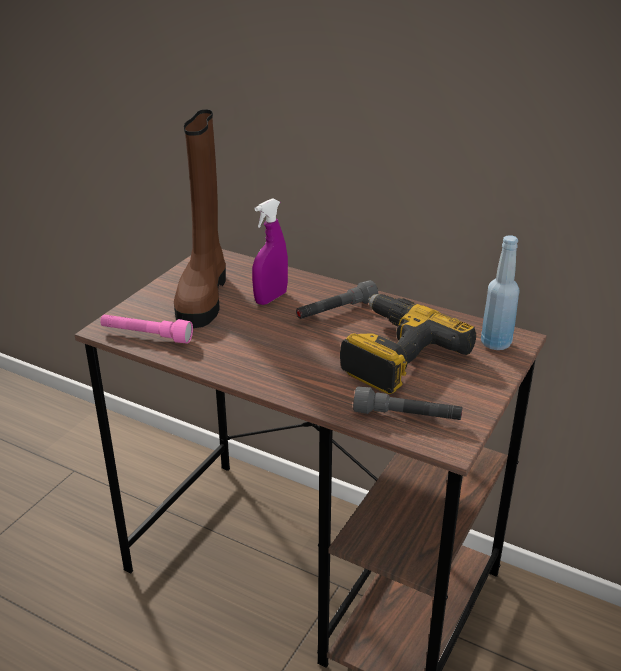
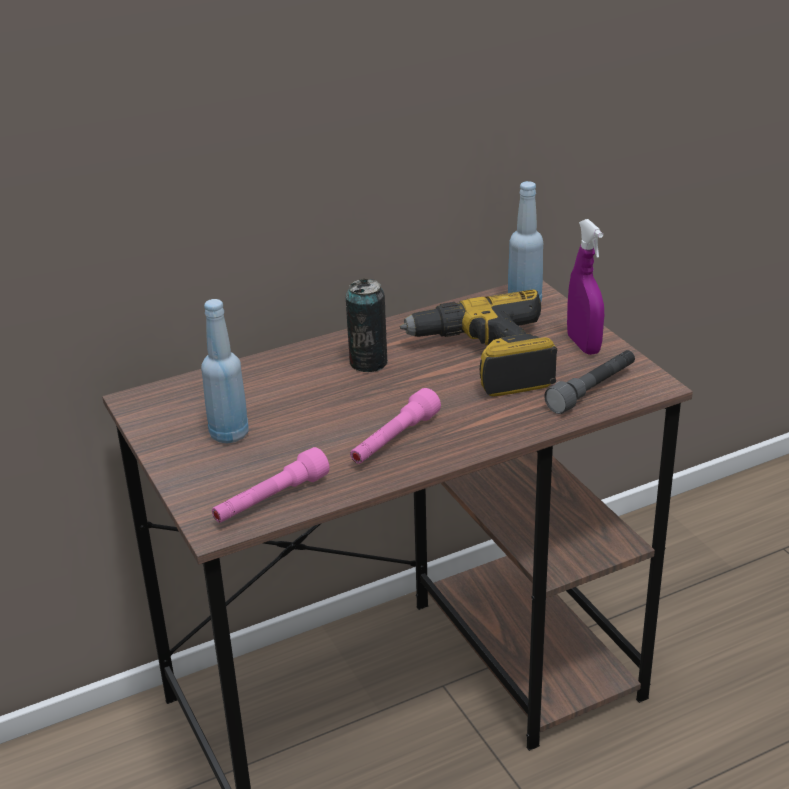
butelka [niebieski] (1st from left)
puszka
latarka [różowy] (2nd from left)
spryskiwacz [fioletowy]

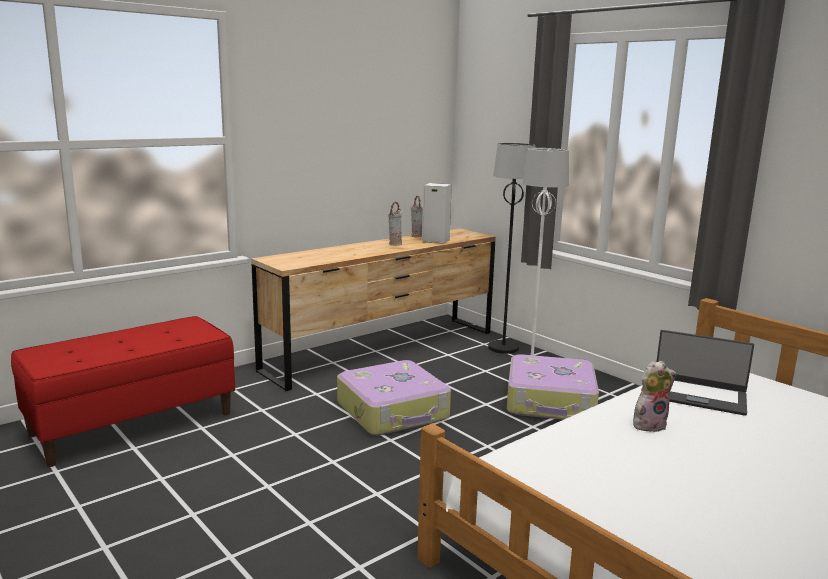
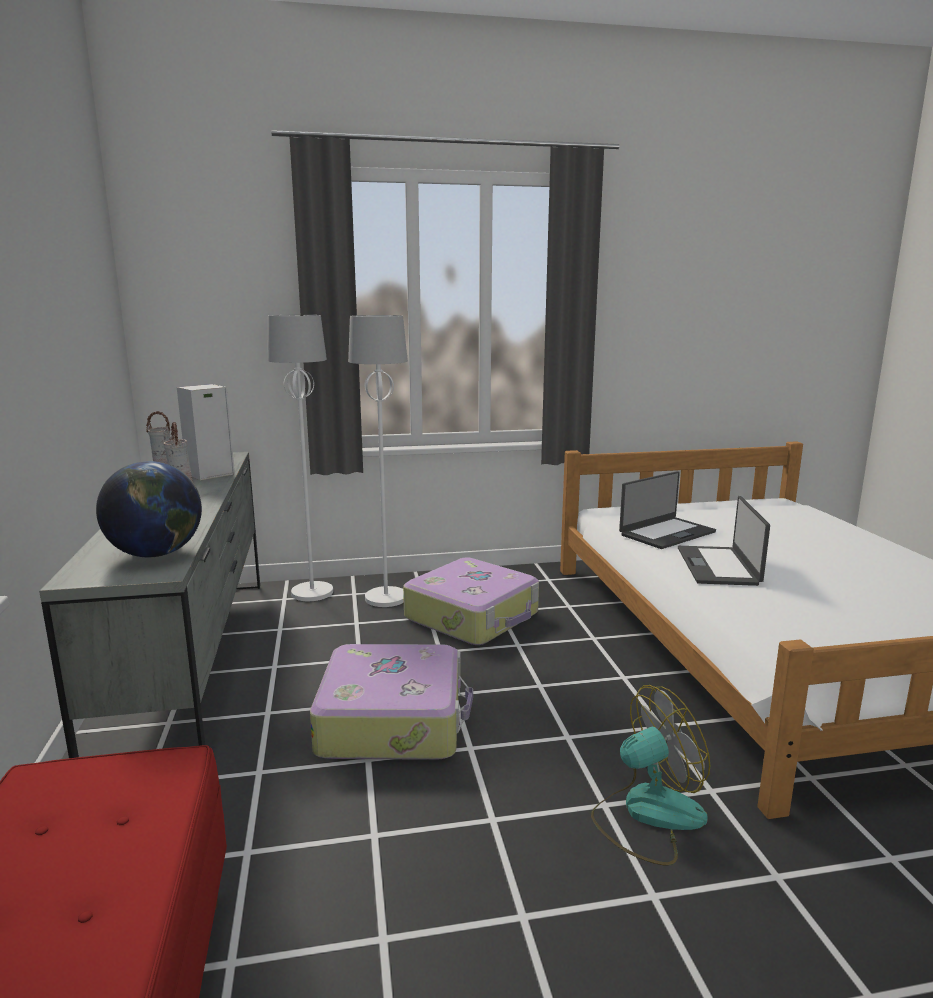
komoda [szary]
globus
lampa stojąca [biały] (1st from left)
wentylator
laptop (2nd from left)

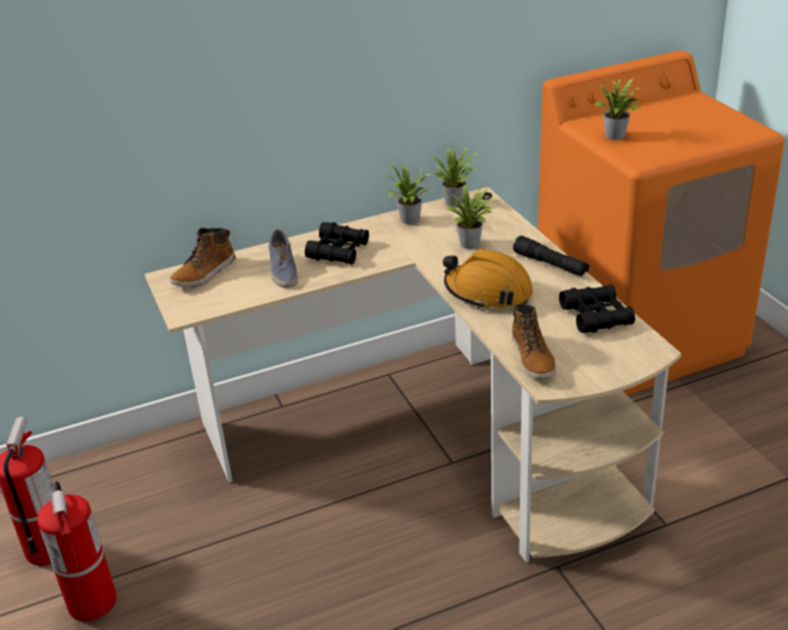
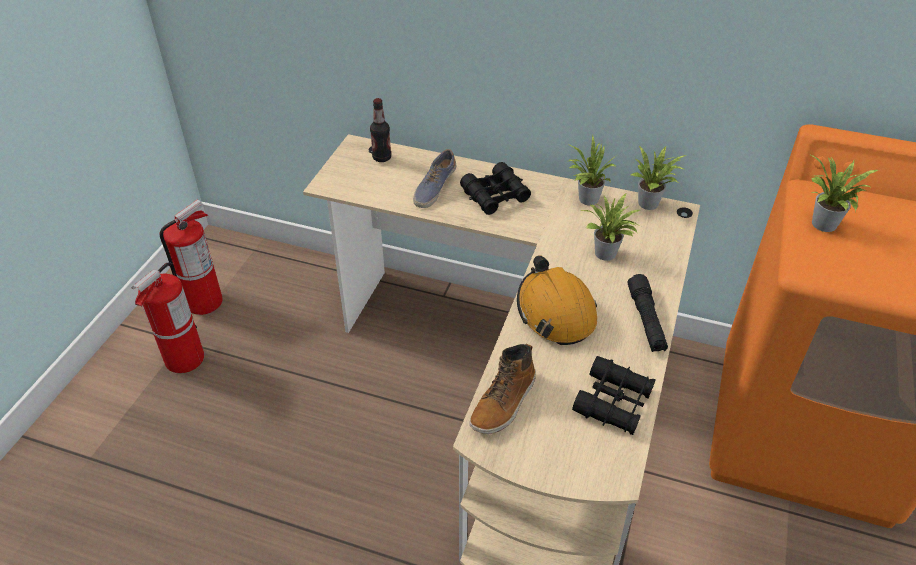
butelka

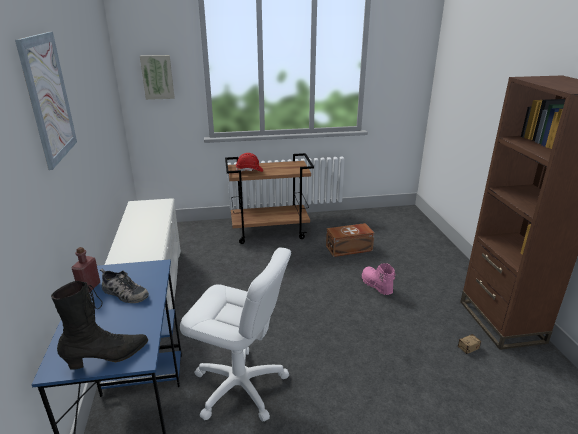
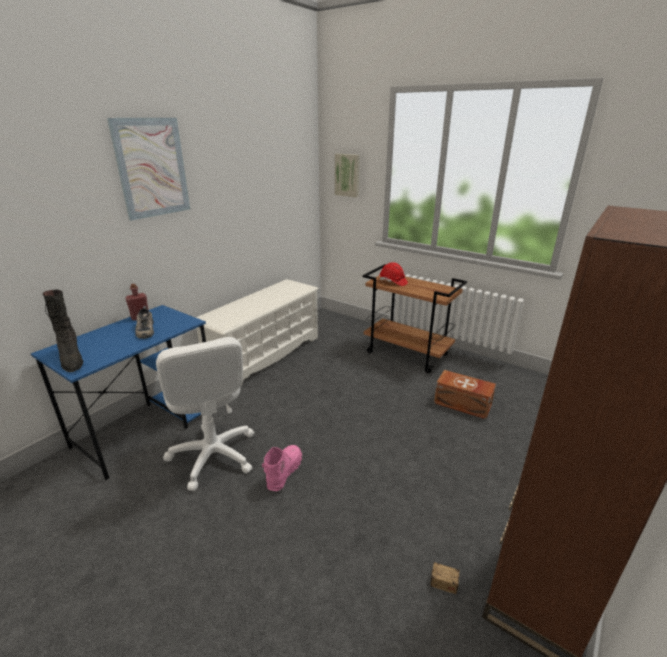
but z cholewką [czarny]
but z cholewką [różowy]

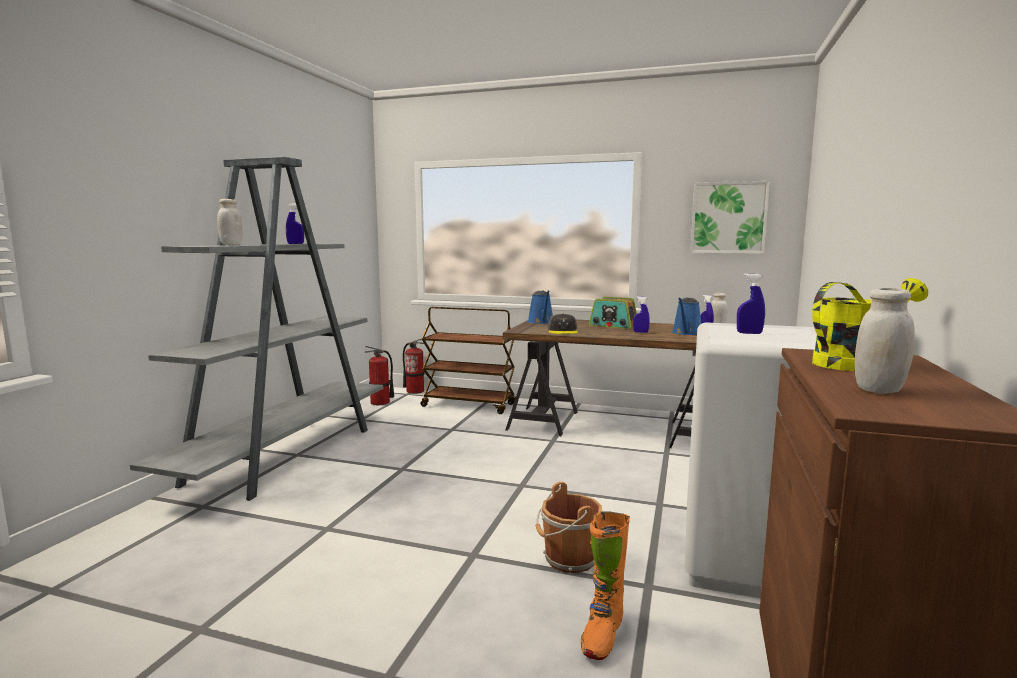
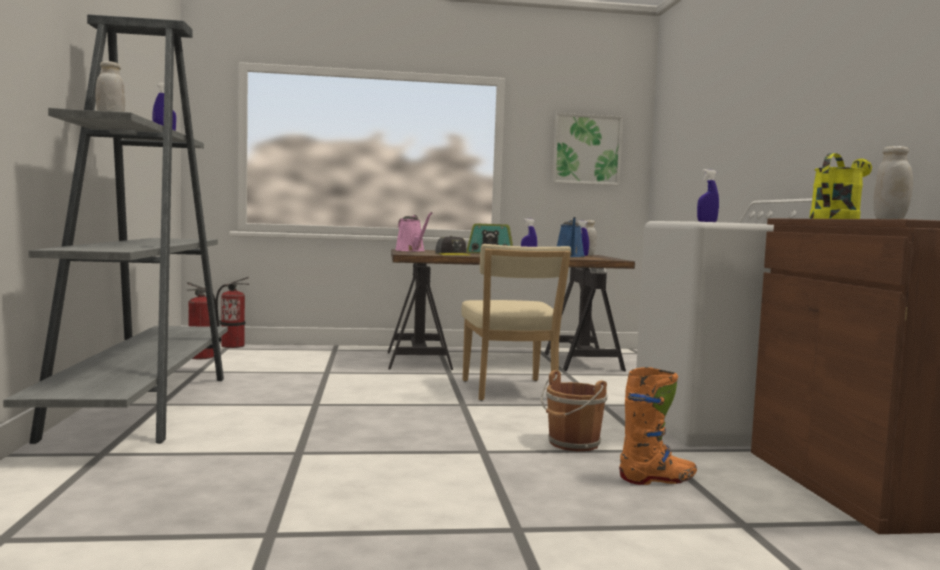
konewka [różowy]
krzesło [beżowy]
but z cholewką [pomarańczowy]
wózek [brązowy]

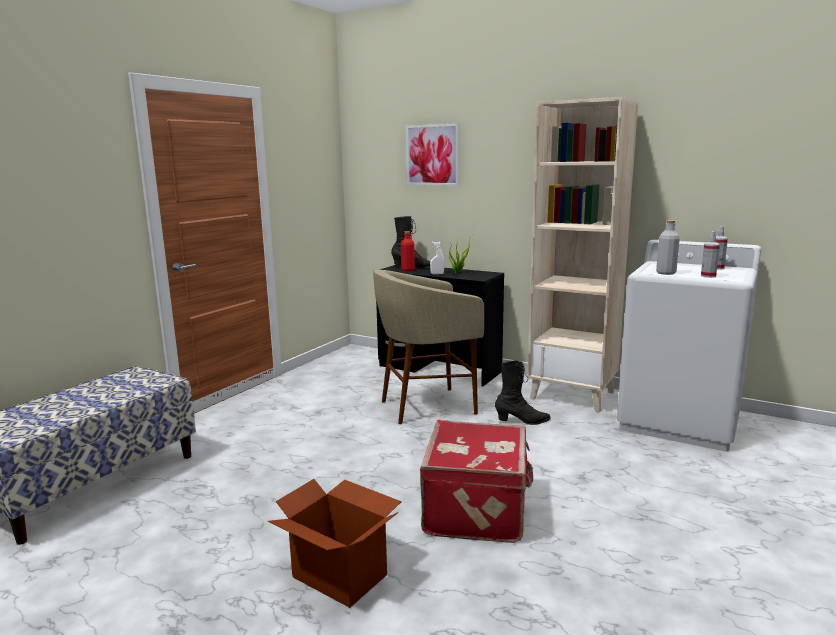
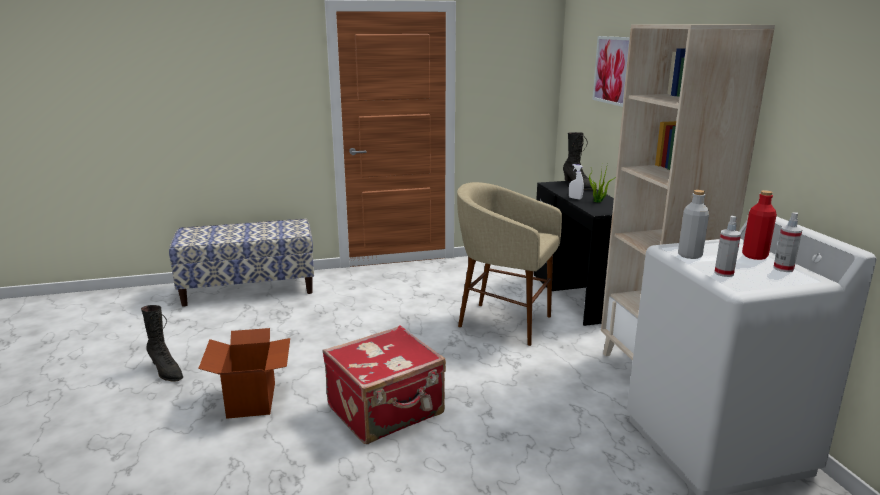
but z cholewką [czarny] (1st from left)
butelka [czerwony]

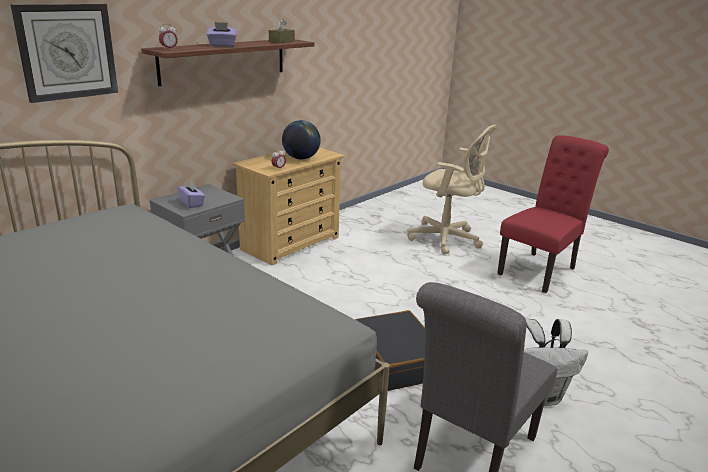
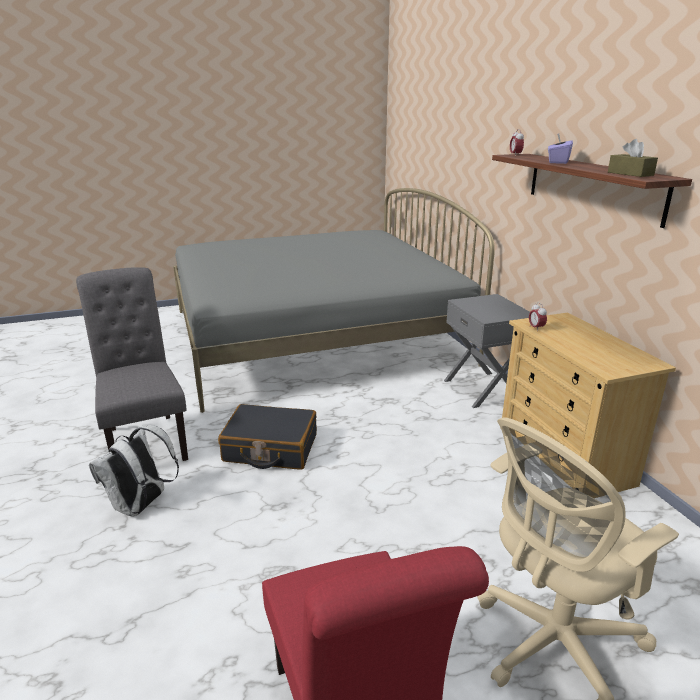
zegar ścienny
pudełko chusteczek [fioletowy] (1st from left in the first image)
globus

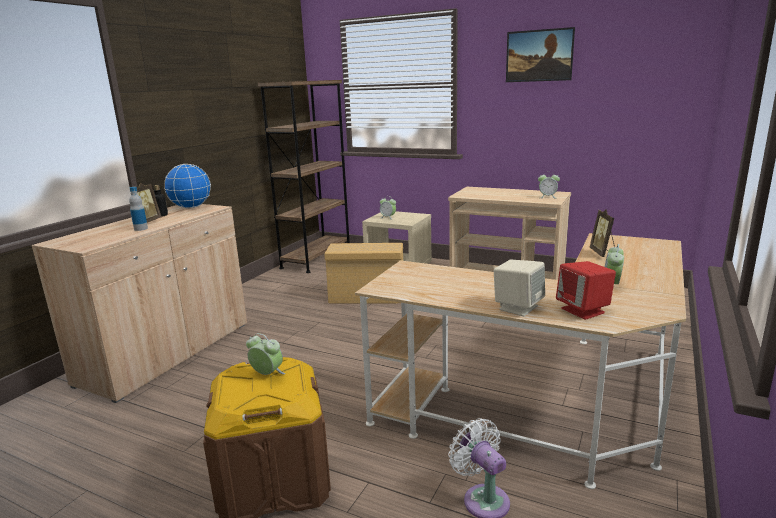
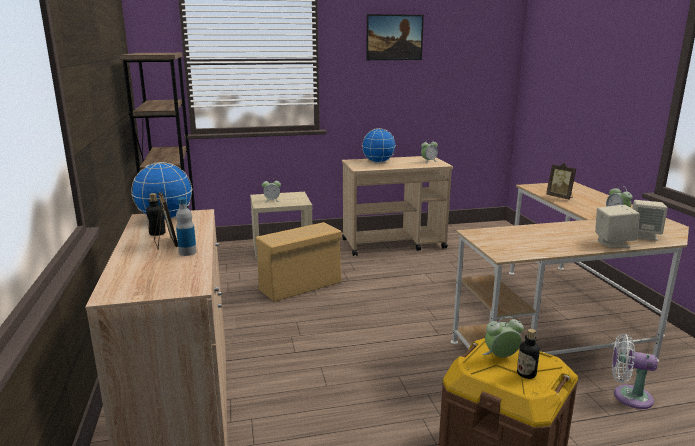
globus (2nd from left)
butelka (3rd from left)
głośnik [beżowy] (2nd from left)

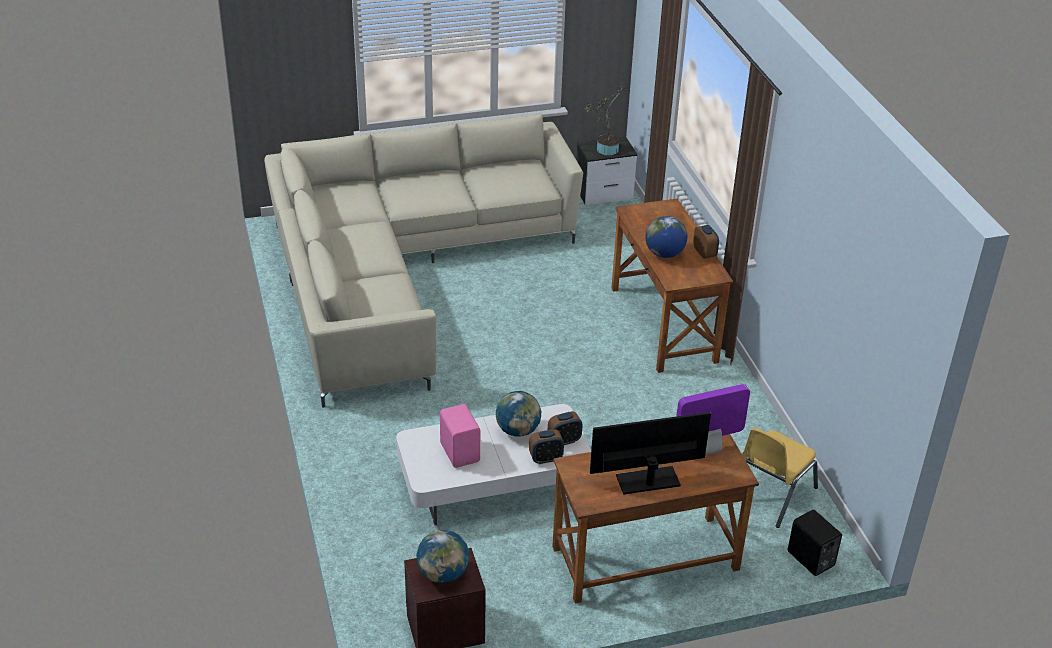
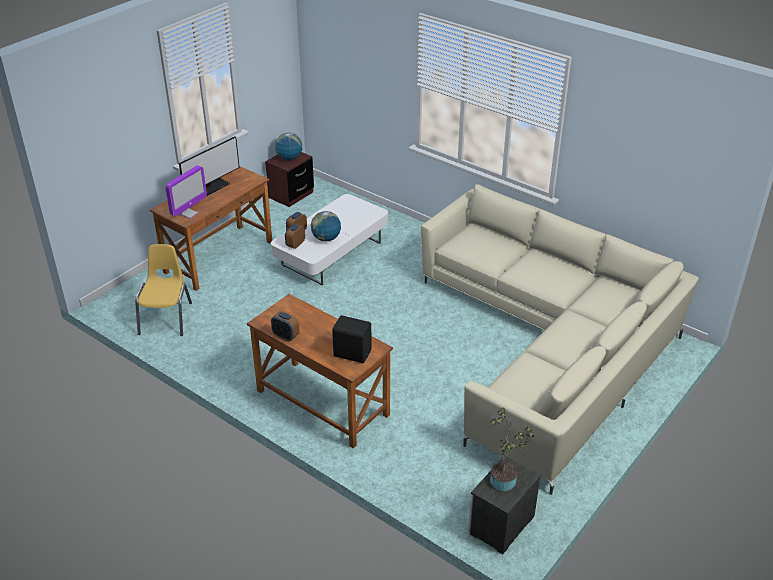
głośnik [czarny]
głośnik [różowy]
globus (3rd from left in the first image)

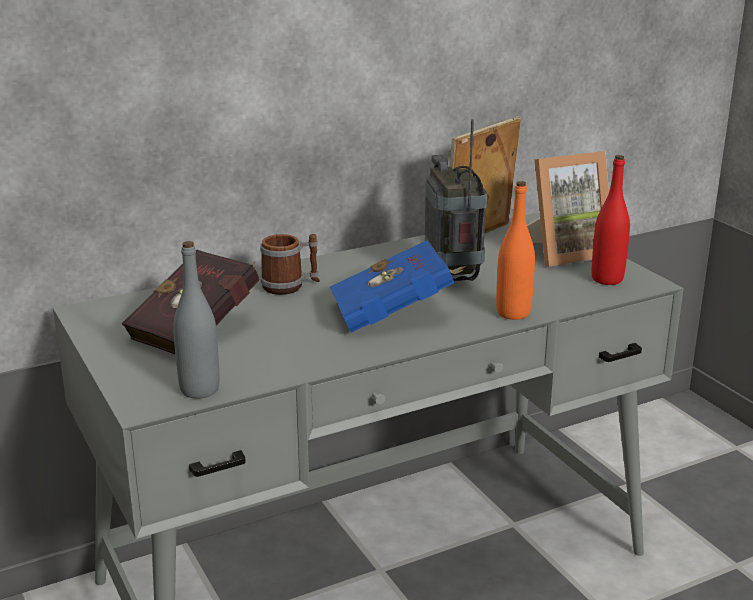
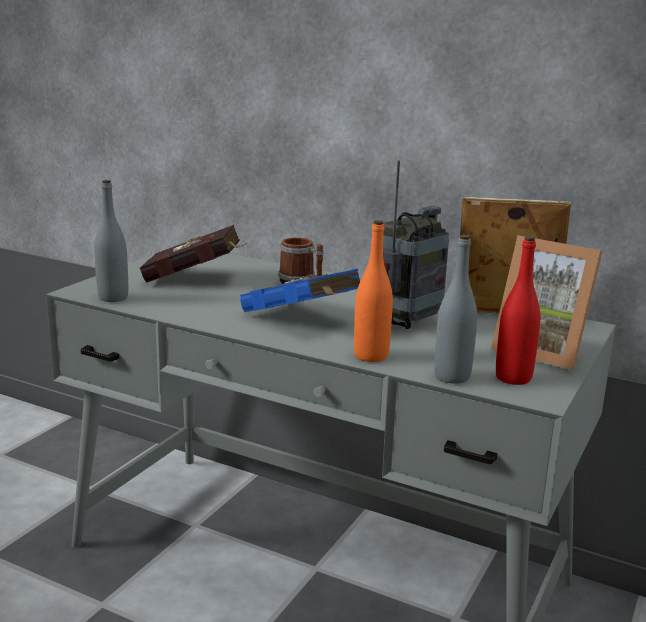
butelka [szary] (2nd from left)

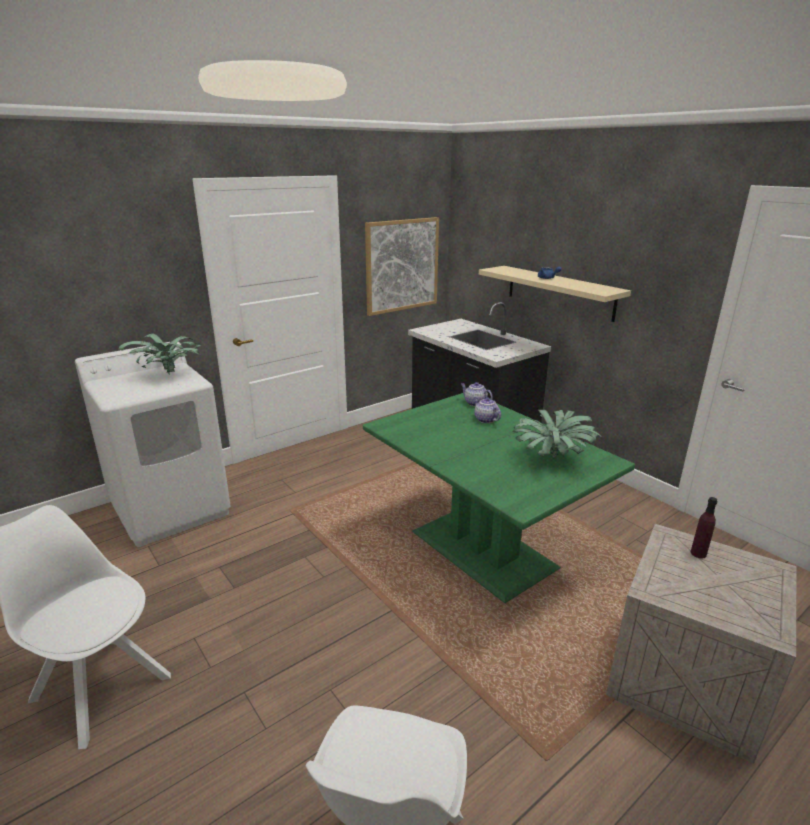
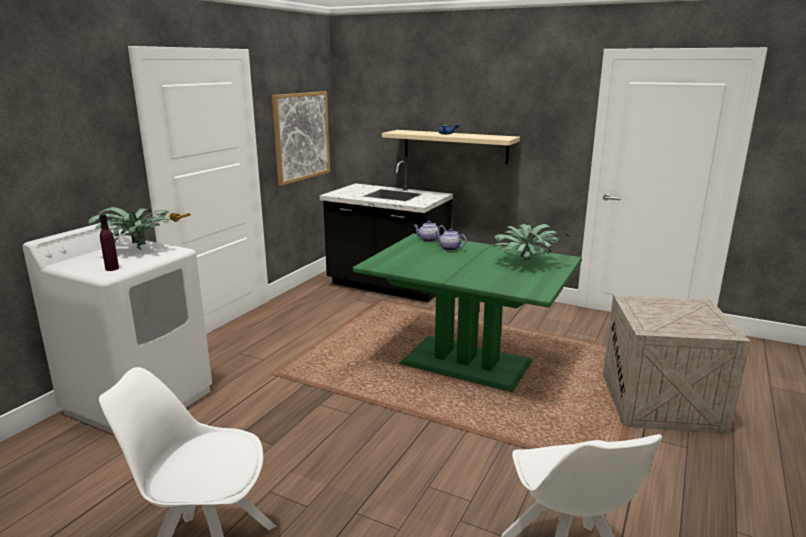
butelka [fioletowy]

